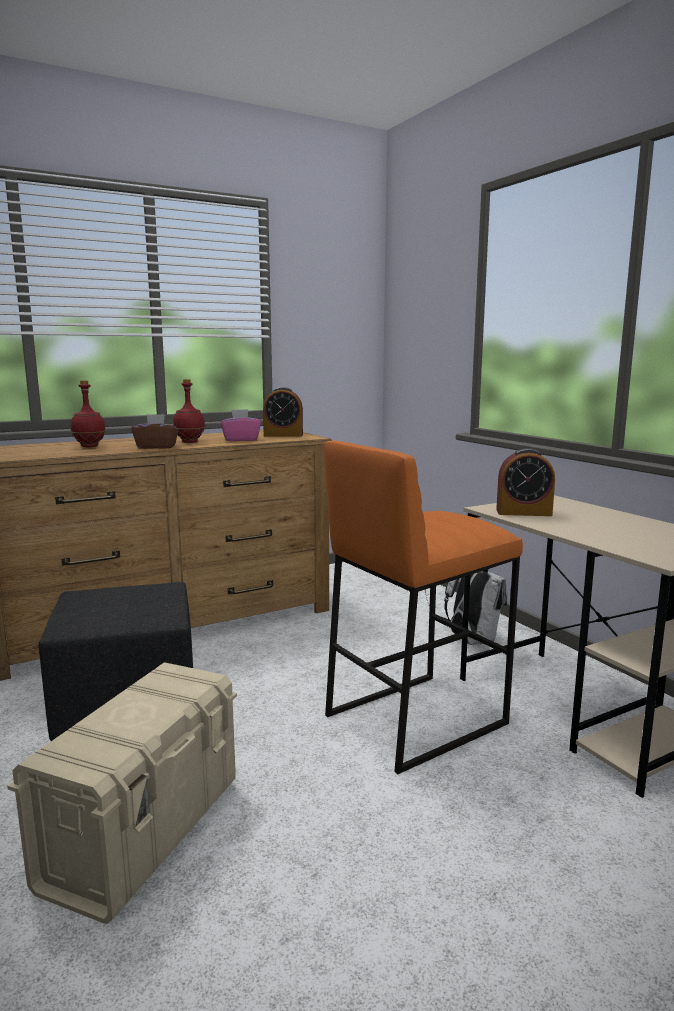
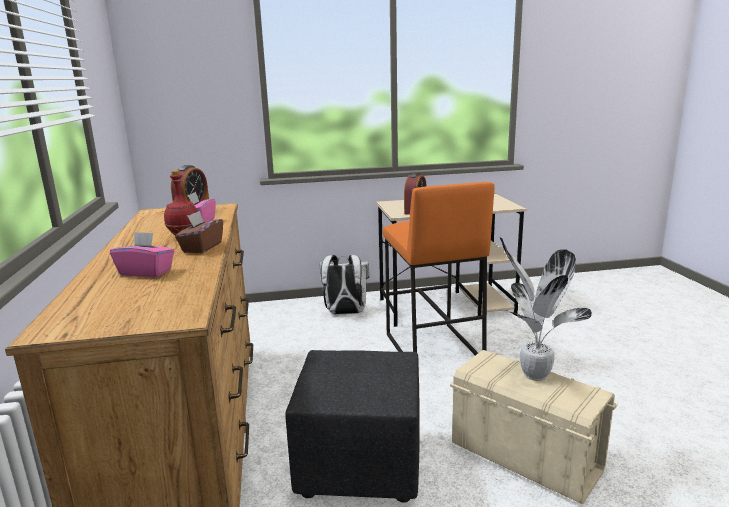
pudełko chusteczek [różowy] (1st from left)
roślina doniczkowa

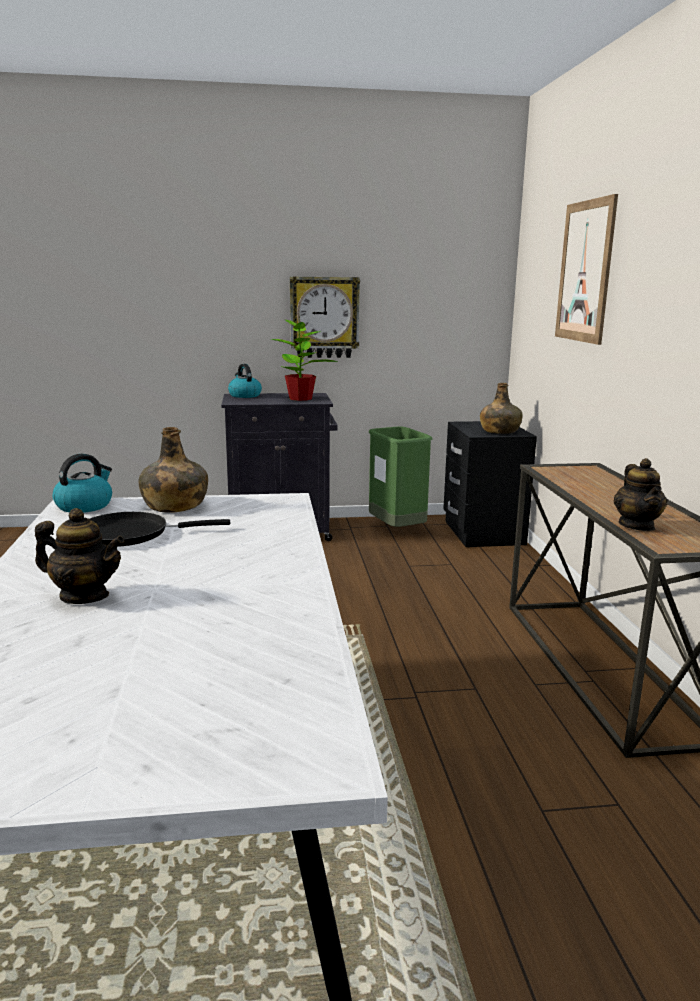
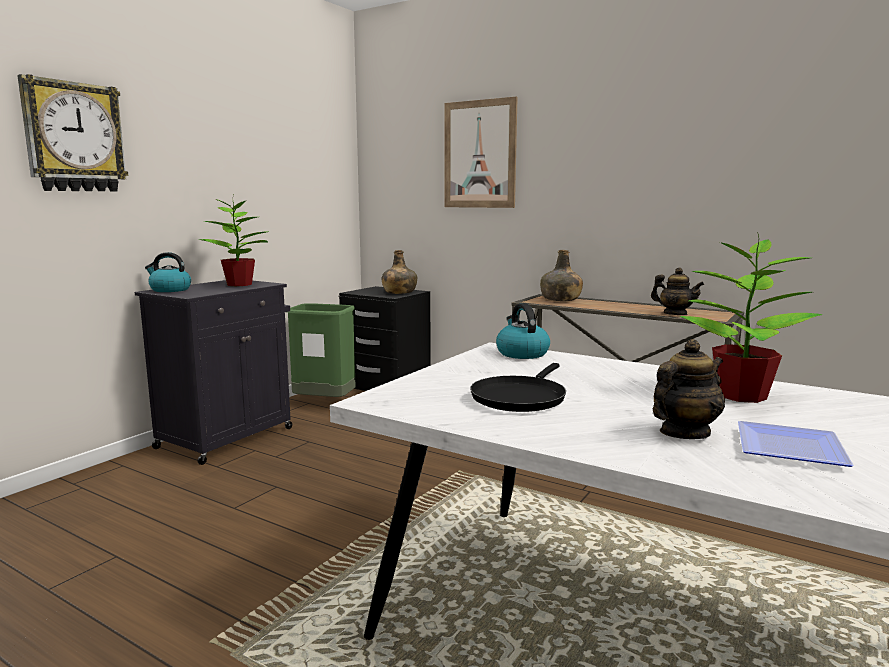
zegar ścienny
czajnik (2nd from left)
butelka [zielony] (2nd from left)
roślina doniczkowa (2nd from left)
talerz

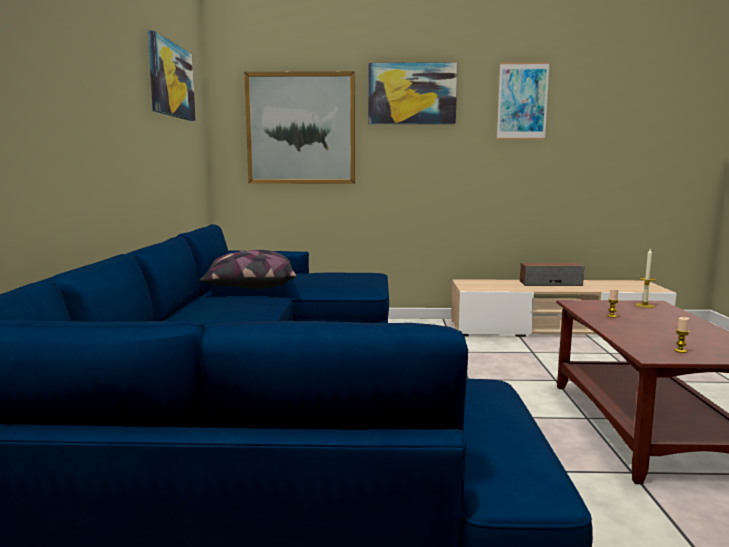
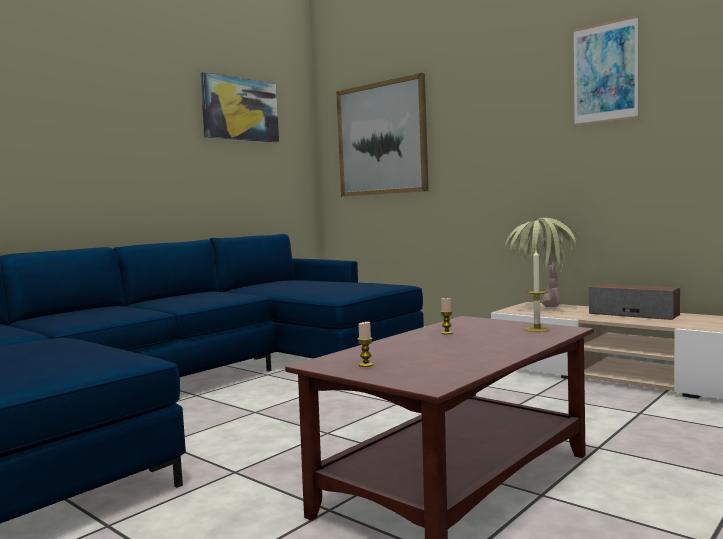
roślina doniczkowa
poduszka
obraz (3rd from left in the first image)

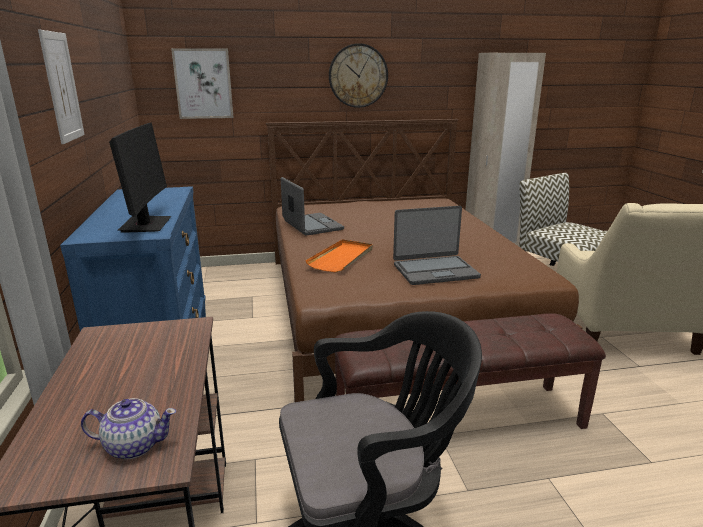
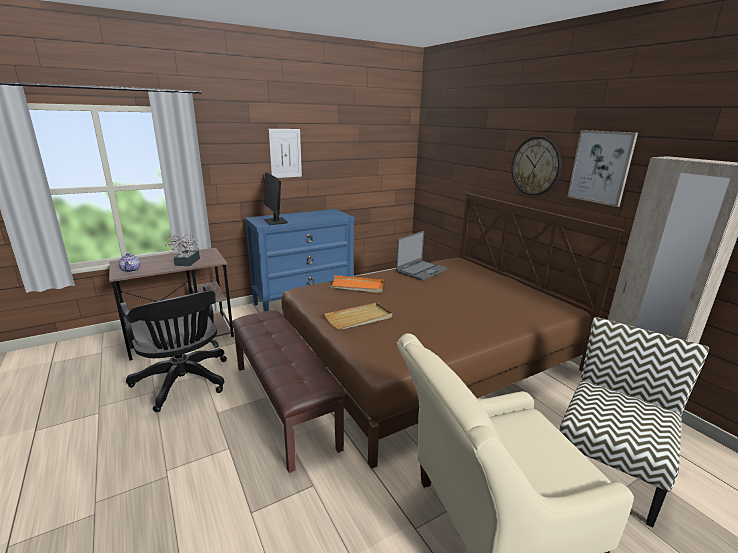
roślina doniczkowa
monitor
taca [beżowy]
obraz (2nd from left)

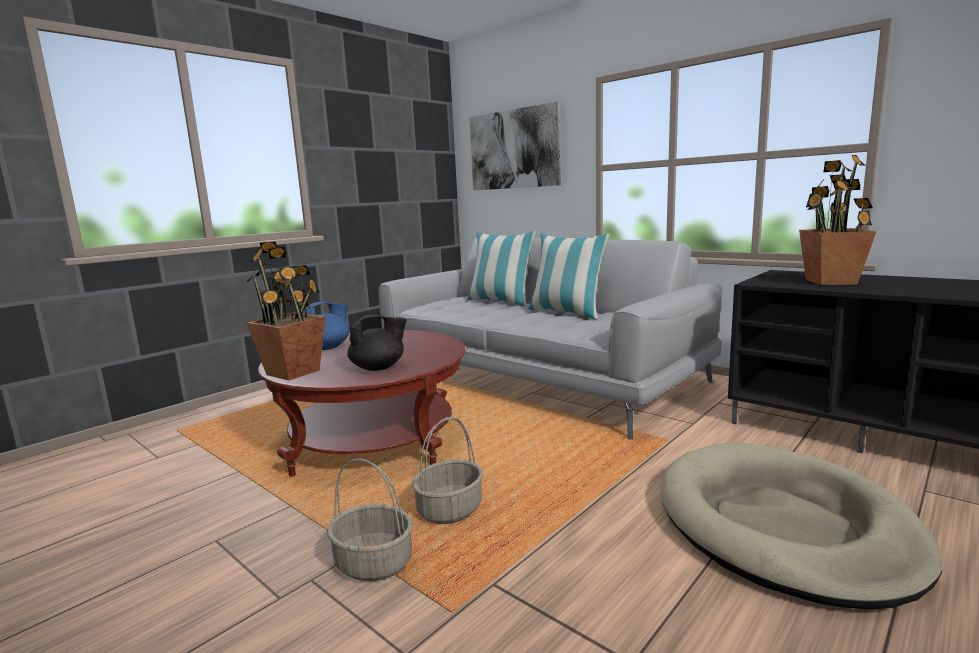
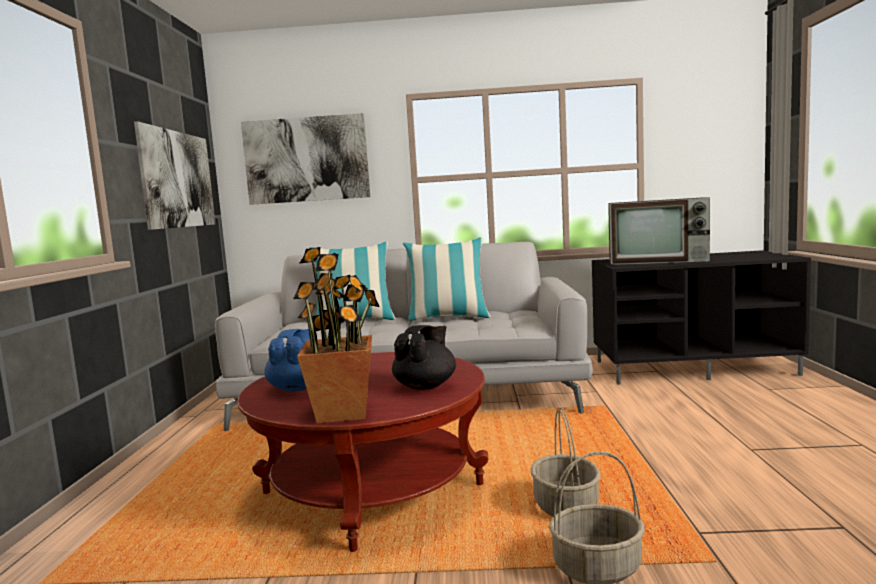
obraz (1st from left)
telewizor
legowisko [beżowy]

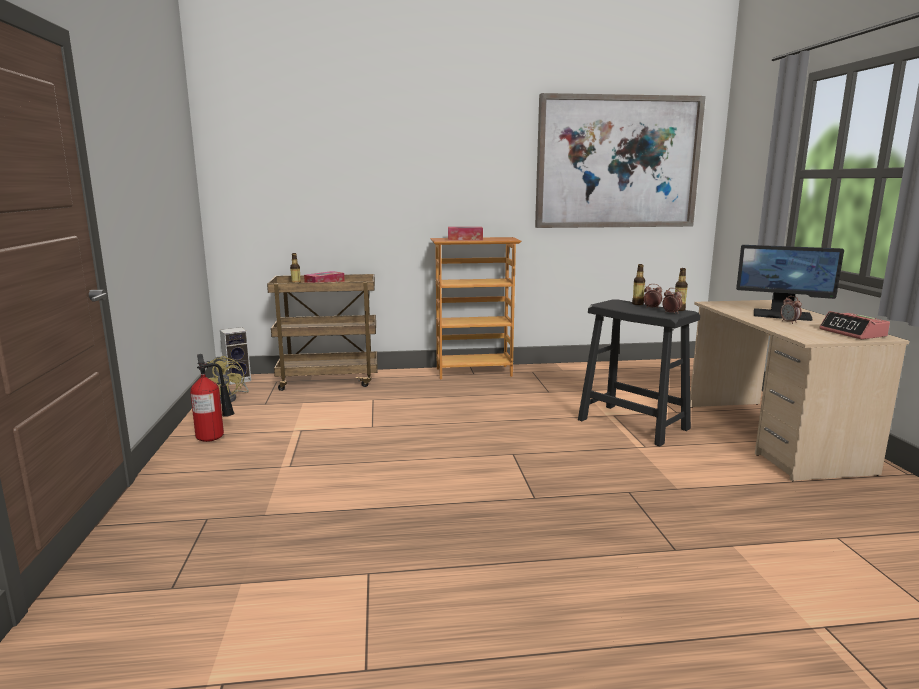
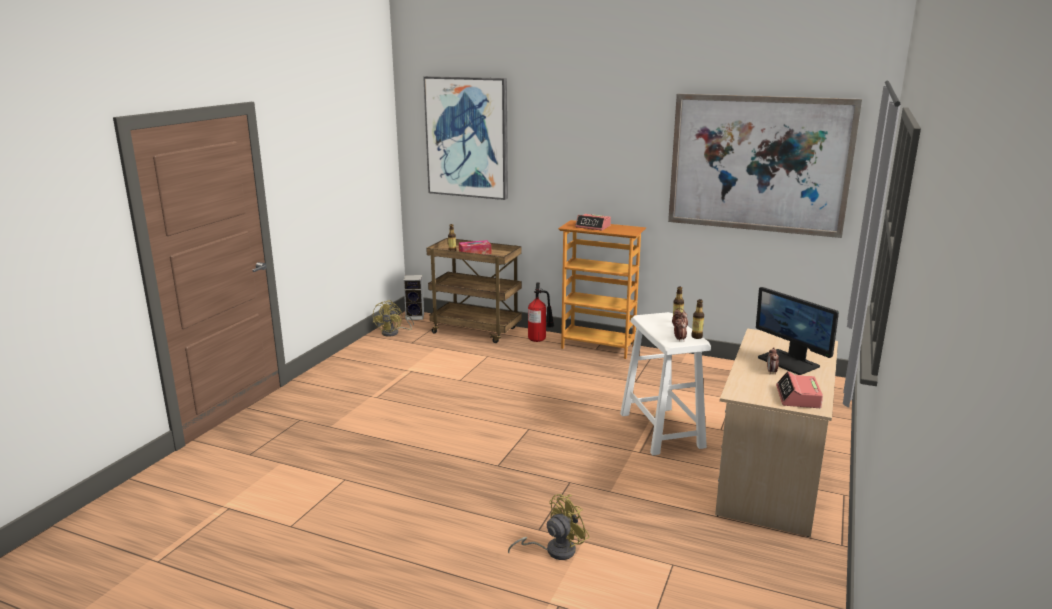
obraz (1st from left)
wentylator [żółty] (2nd from left)
gaśnica
budzik (1st from left)
stołek [biały]

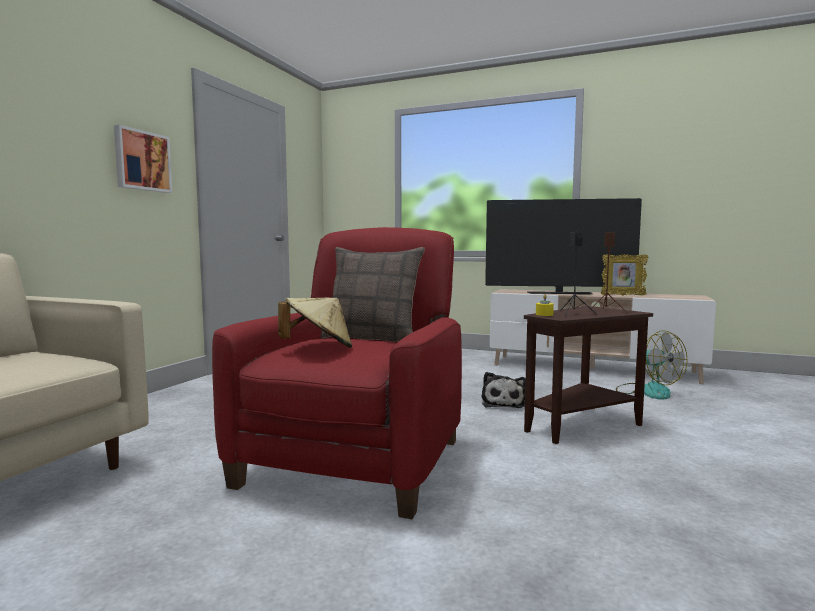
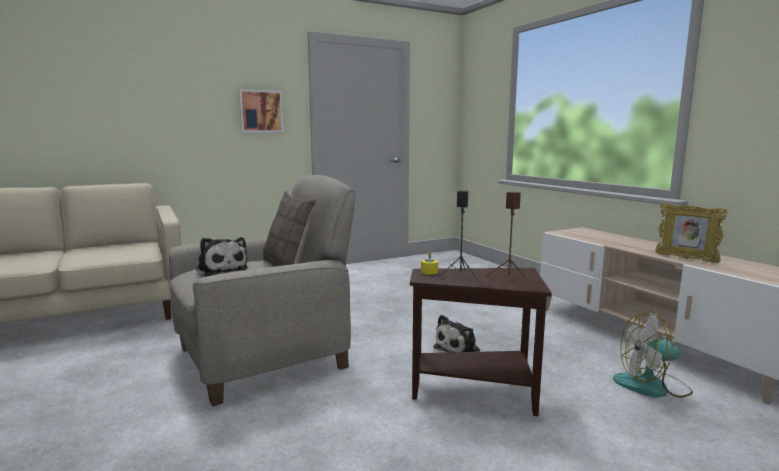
fotel [beżowy]
pluszak (1st from left)
wentylator
telewizor

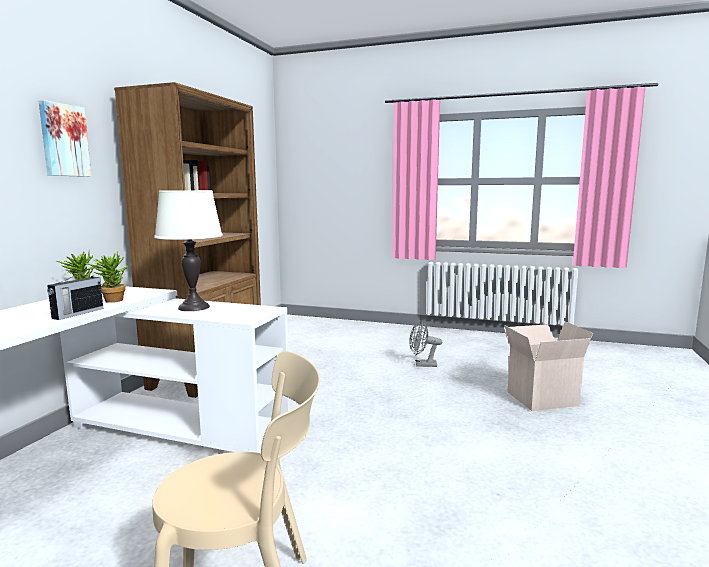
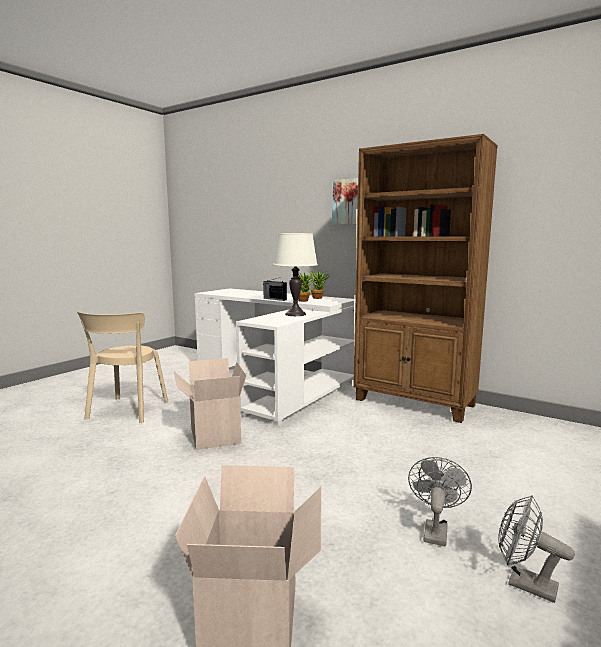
karton (1st from left)
wentylator [szary] (2nd from left)

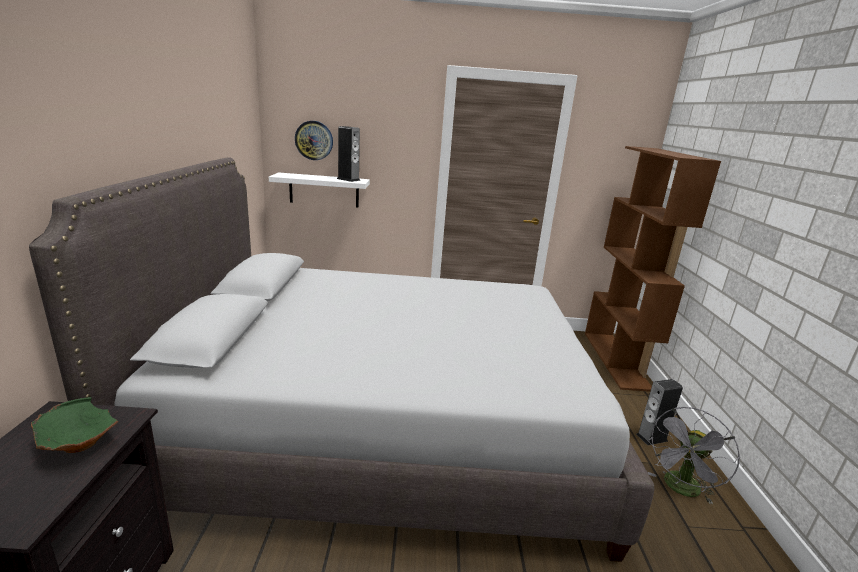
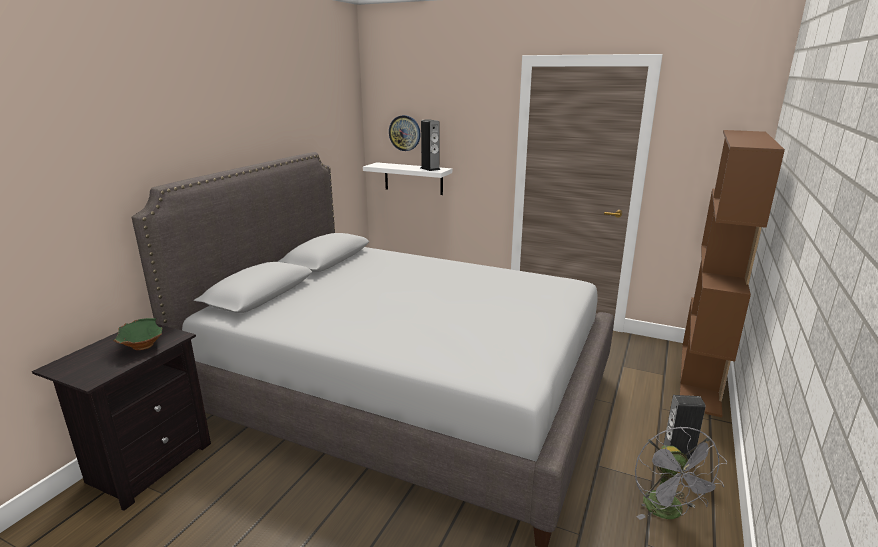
wentylator [szary]

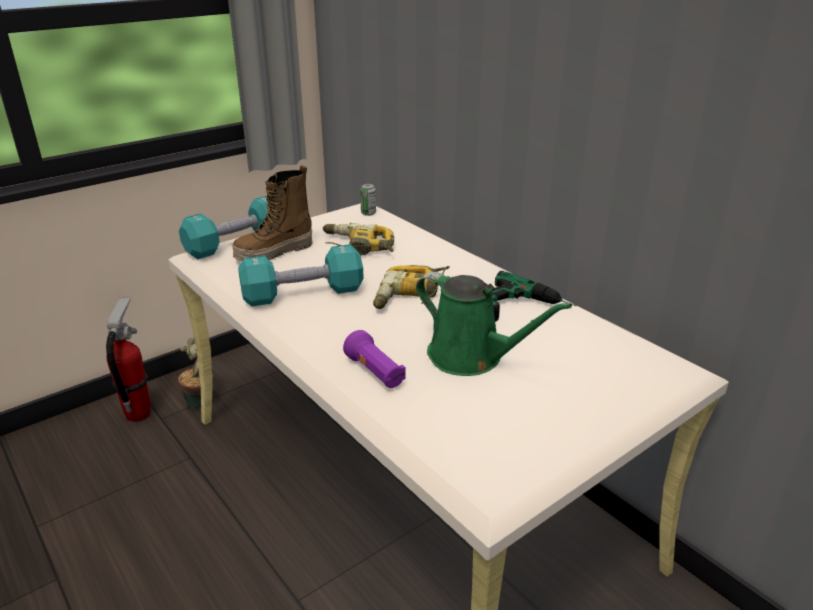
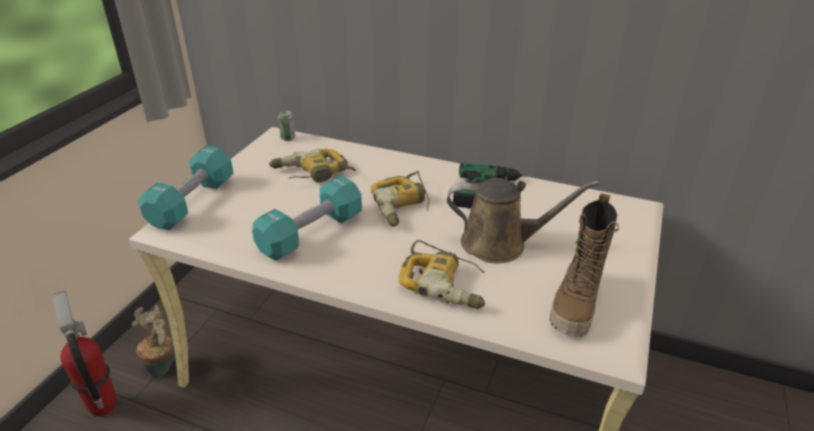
wiertarka (3rd from left)
konewka [brązowy]
but z cholewką

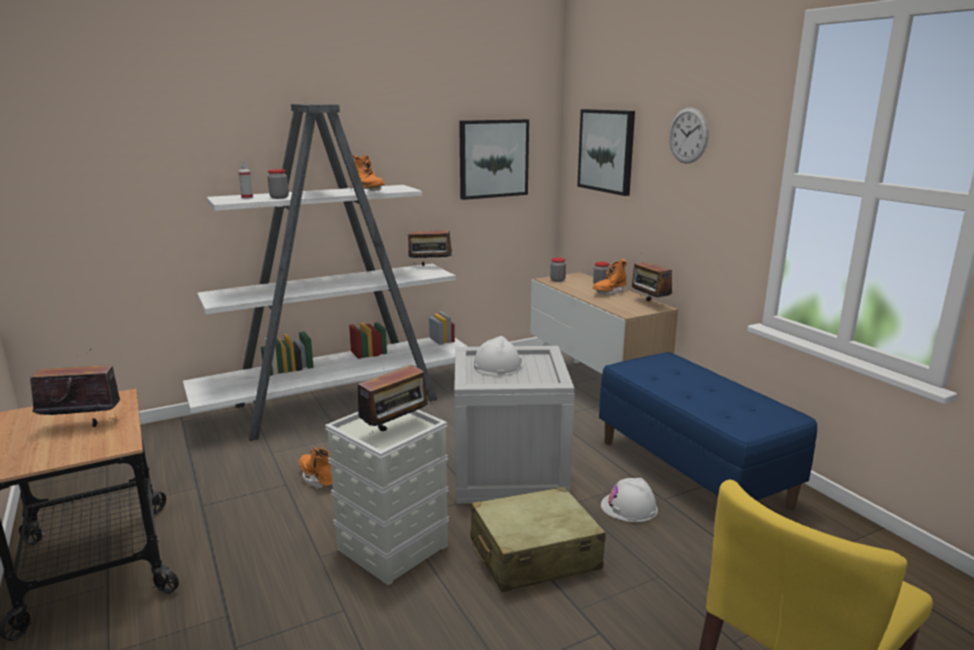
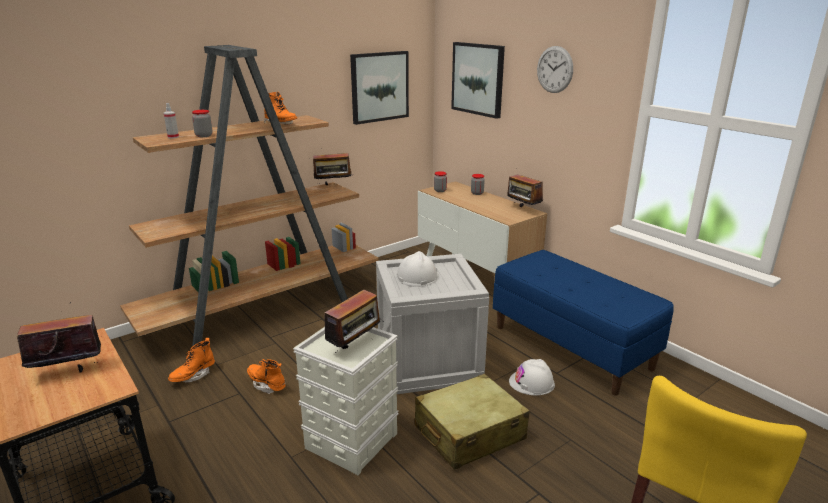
regał [brązowy]
but z cholewką [pomarańczowy] (1st from left)

